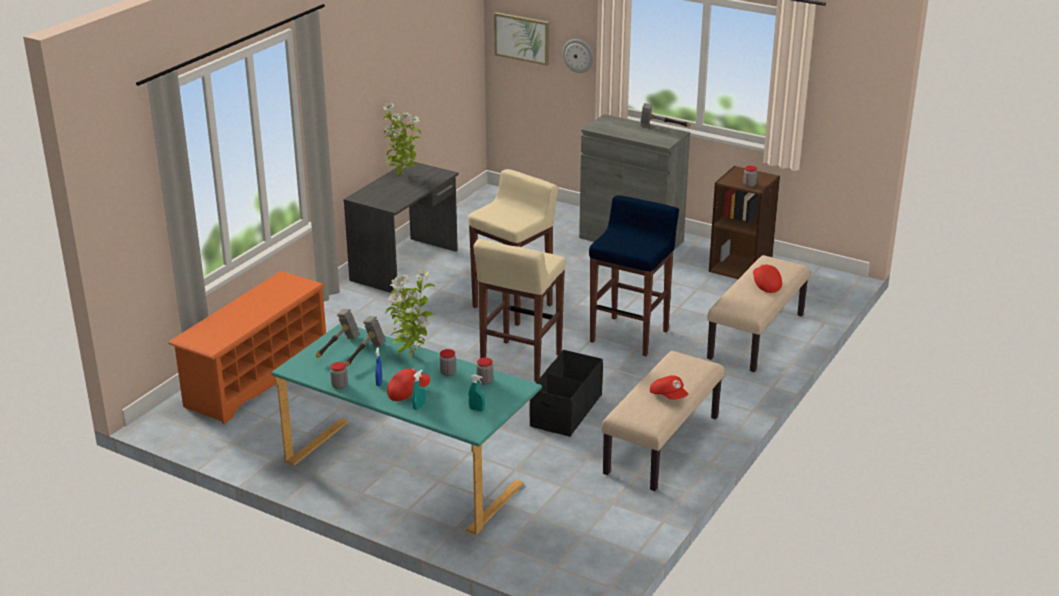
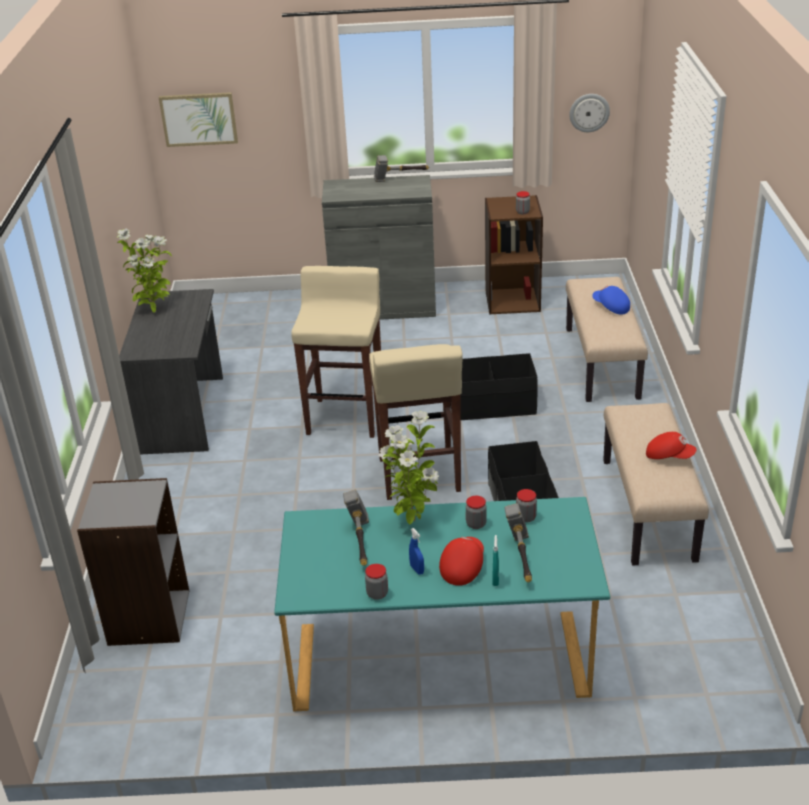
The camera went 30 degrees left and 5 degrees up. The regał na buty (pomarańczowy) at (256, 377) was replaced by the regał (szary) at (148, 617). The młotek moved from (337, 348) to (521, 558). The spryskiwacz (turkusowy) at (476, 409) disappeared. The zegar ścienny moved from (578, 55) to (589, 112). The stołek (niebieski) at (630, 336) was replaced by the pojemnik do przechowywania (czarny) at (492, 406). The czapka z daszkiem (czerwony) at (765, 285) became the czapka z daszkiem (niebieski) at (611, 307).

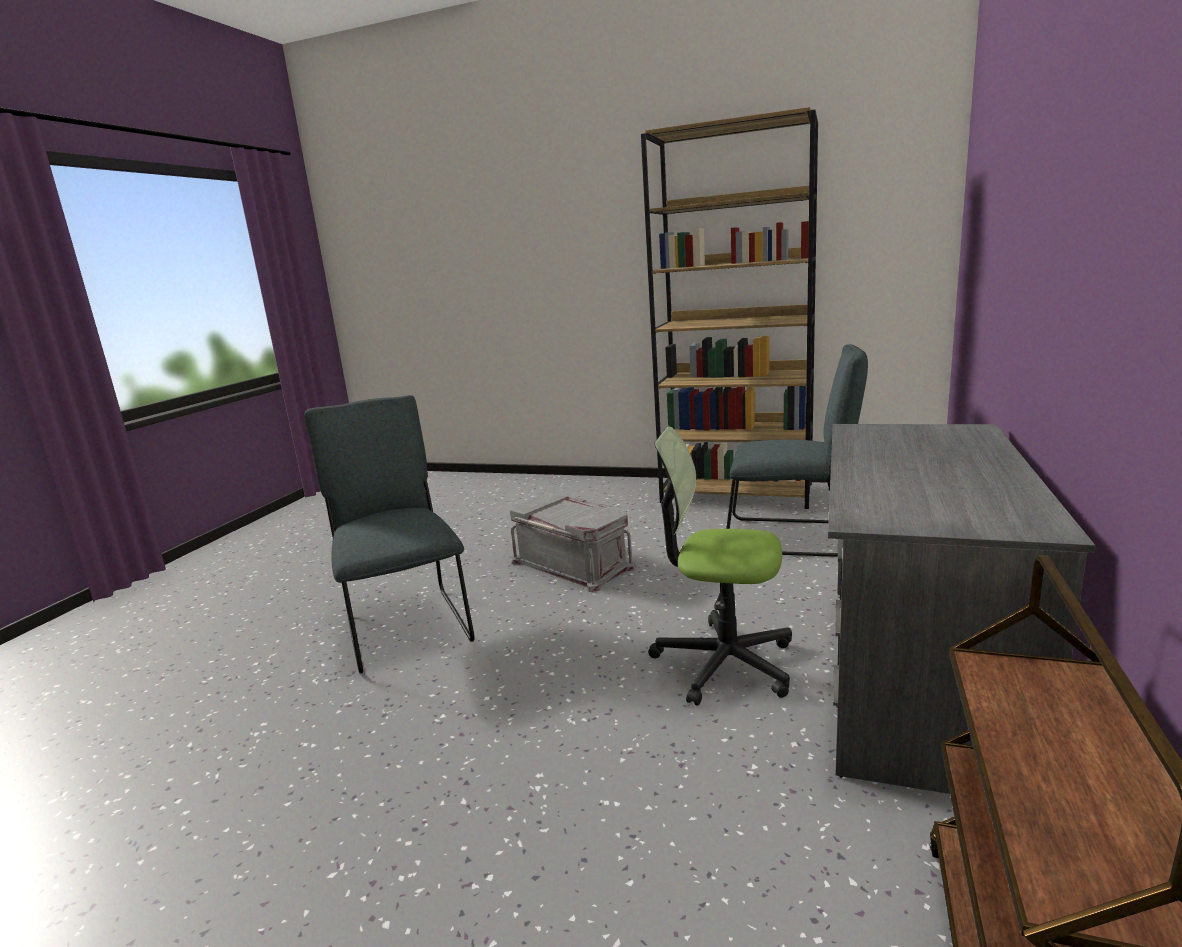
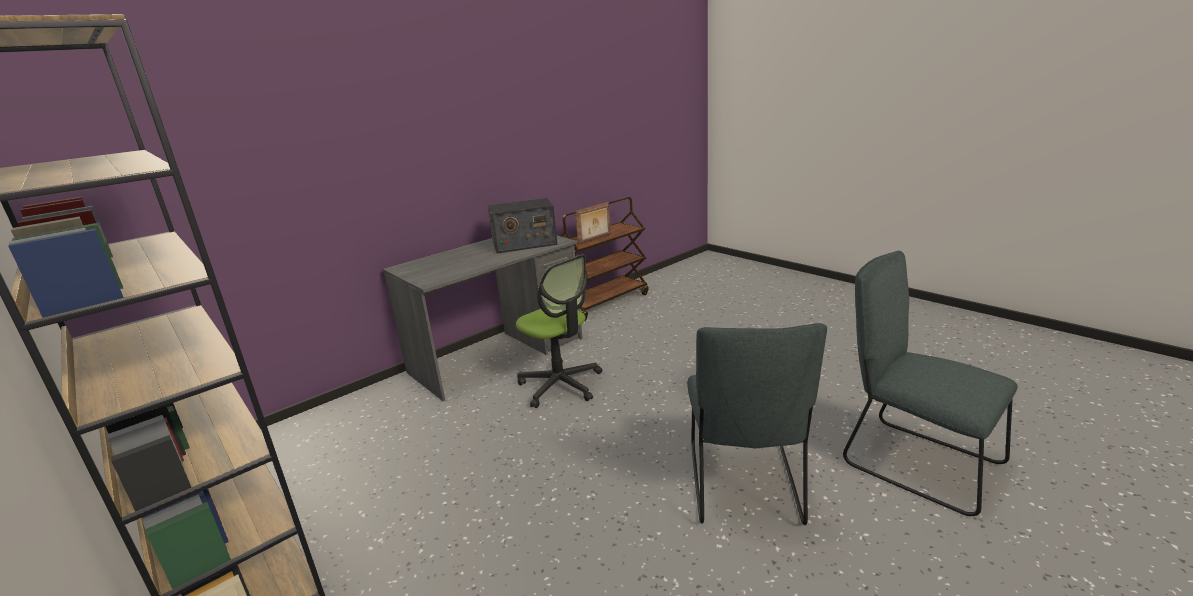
The camera went 150 degrees left and 5 degrees up. The pojemnik do przechowywania (szary) at (573, 564) disappeared. The krzesło (szary) moved from (792, 537) to (914, 461). The radio at (524, 243) appeared. The ramka na zdjęcie at (595, 239) appeared.

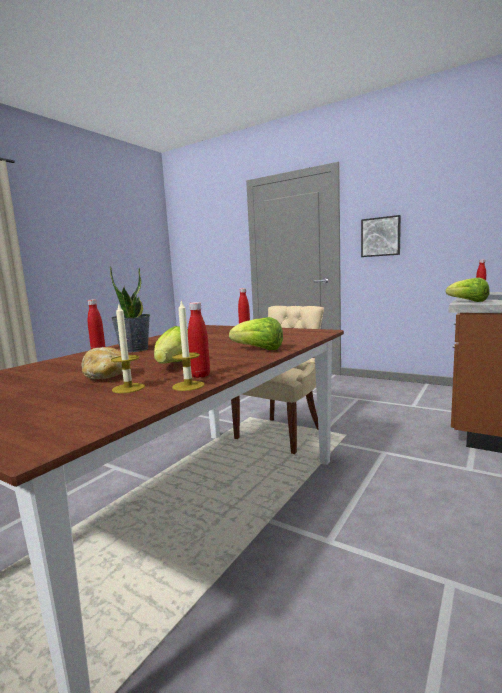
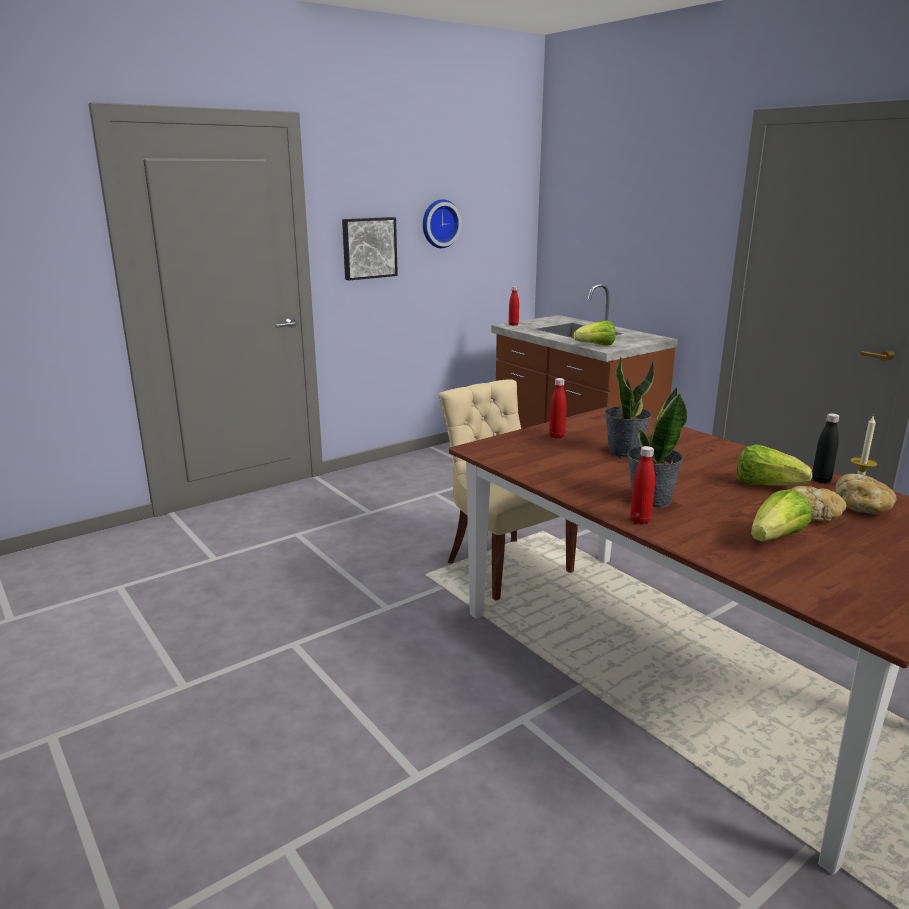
The camera went 70 degrees left and 10 degrees up. The świeca at (128, 388) was replaced by the chleb at (862, 508). The butelka (czerwony) at (200, 375) became the butelka (czarny) at (821, 480). The sałata moved from (258, 349) to (776, 538). The zegar ścienny at (439, 223) appeared. The roślina doniczkowa at (624, 452) appeared.

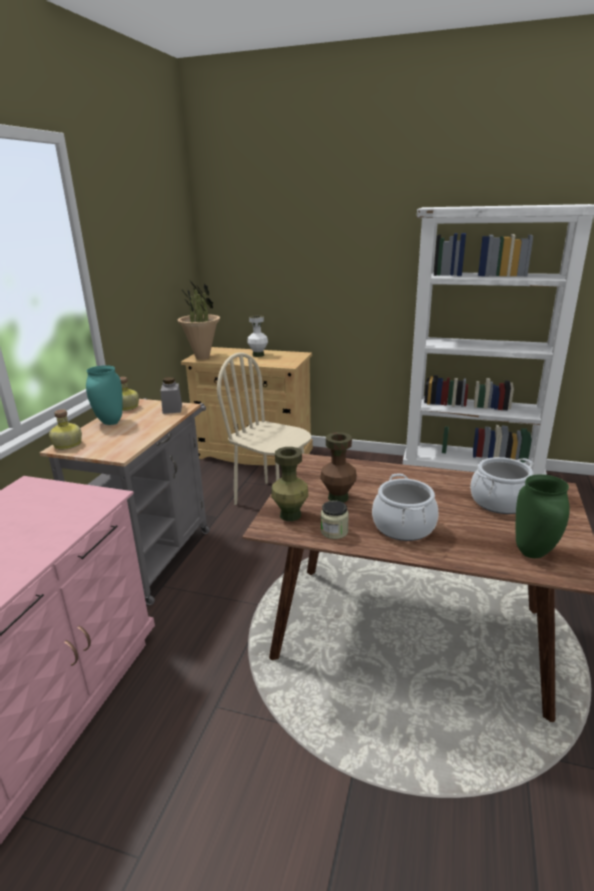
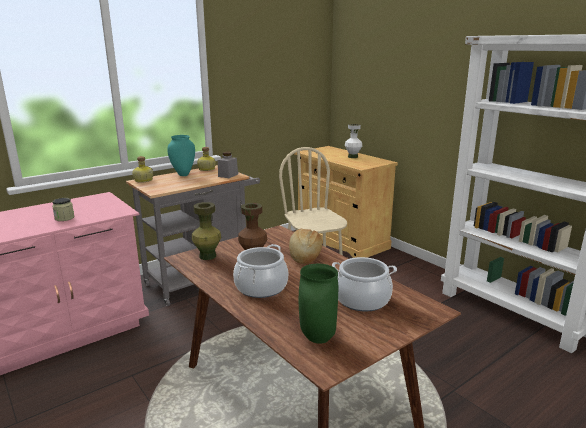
The camera went 35 degrees right and 5 degrees down. The roślina doniczkowa at (202, 357) disappeared. The słoik moved from (334, 531) to (64, 218). The chleb at (304, 255) appeared.

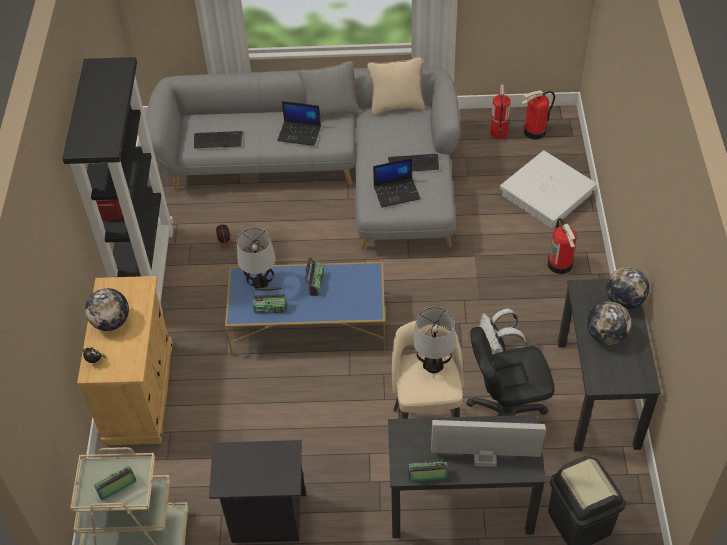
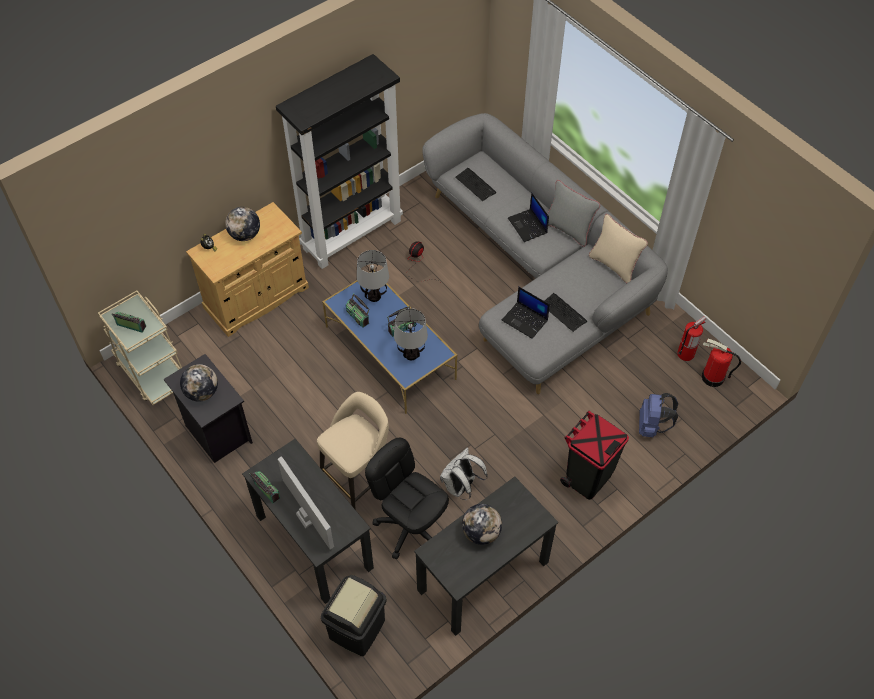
The camera went 50 degrees right and 5 degrees up. The lampa stołowa moved from (433, 365) to (411, 354). The pojemnik do przechowywania (biały) at (547, 195) was replaced by the plecak (niebieski) at (652, 426). The gaśnica at (560, 264) was replaced by the kosz na śmieci (czarny) at (587, 477). The globus moved from (624, 301) to (202, 392).

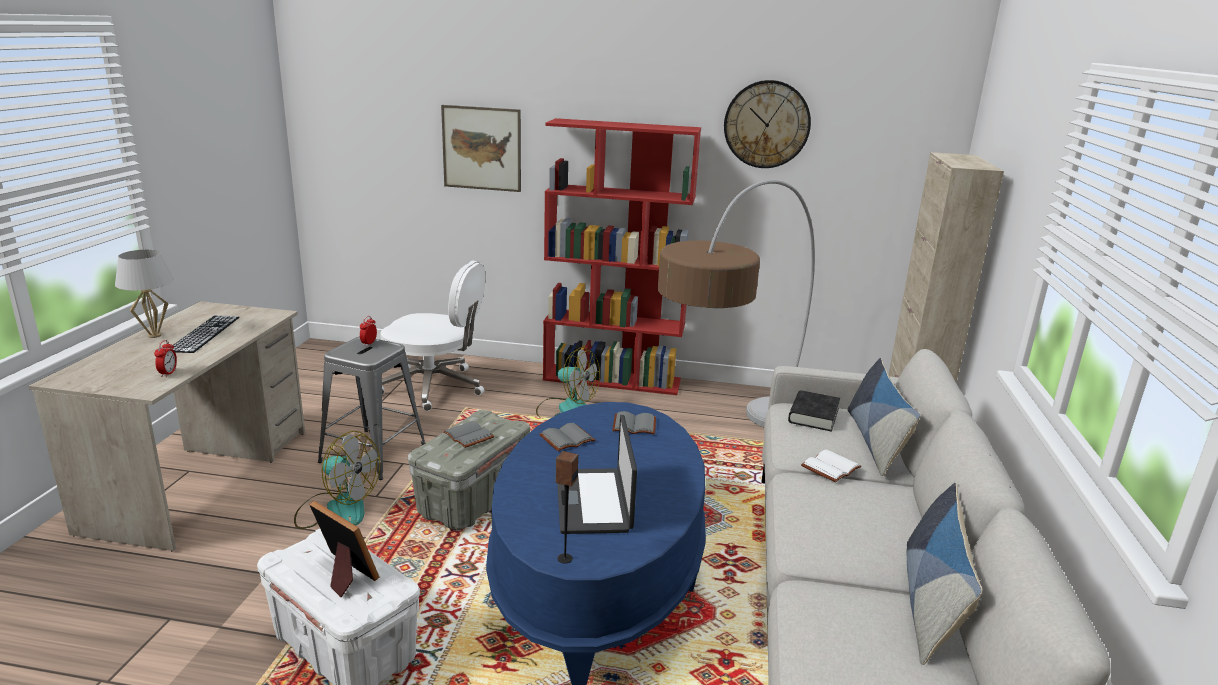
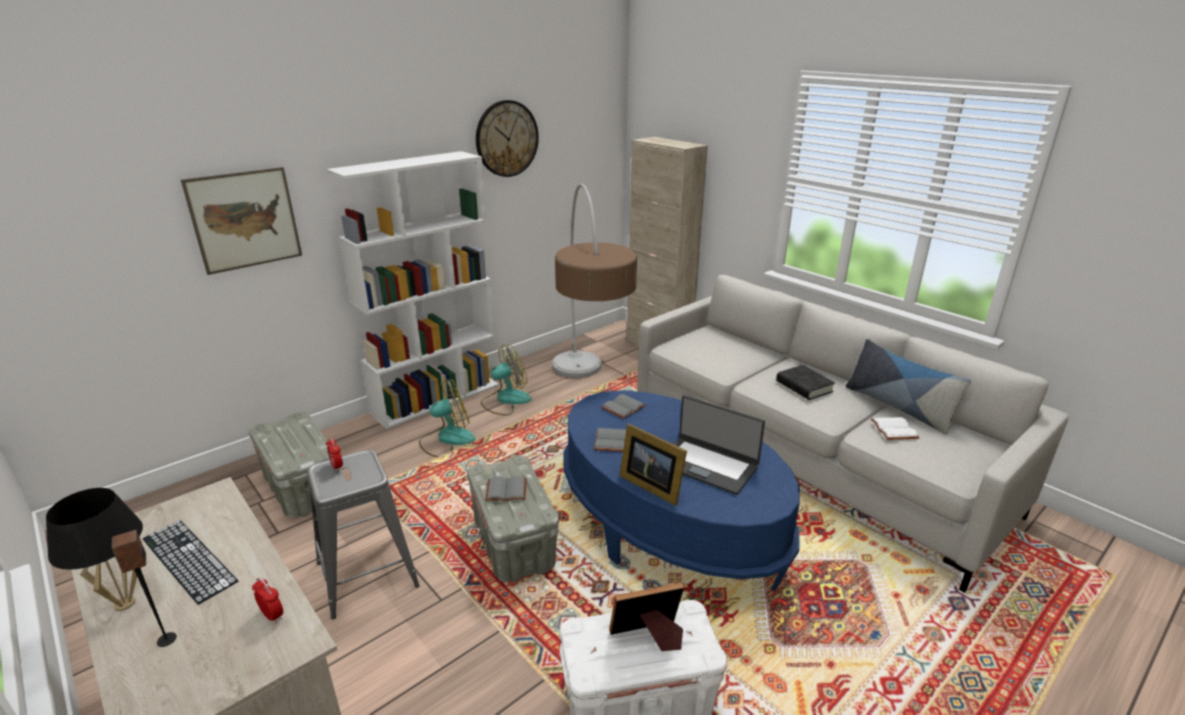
The camera went 50 degrees left and 5 degrees up. The lampa stołowa (biały) at (154, 335) became the lampa stołowa (czarny) at (125, 604). The wentylator moved from (336, 509) to (505, 400). The krzesło biurowe (biały) at (434, 387) was replaced by the pojemnik do przechowywania (szary) at (304, 489). The regał (czerwony) at (613, 379) became the regał (biały) at (437, 399). The głośnik moved from (564, 558) to (166, 640). The książka (czarny) moved from (813, 415) to (804, 386). The książka (biały) moved from (830, 466) to (892, 429). The poduszka at (875, 441) disappeared. The ramka na zdjęcie at (651, 484) appeared.

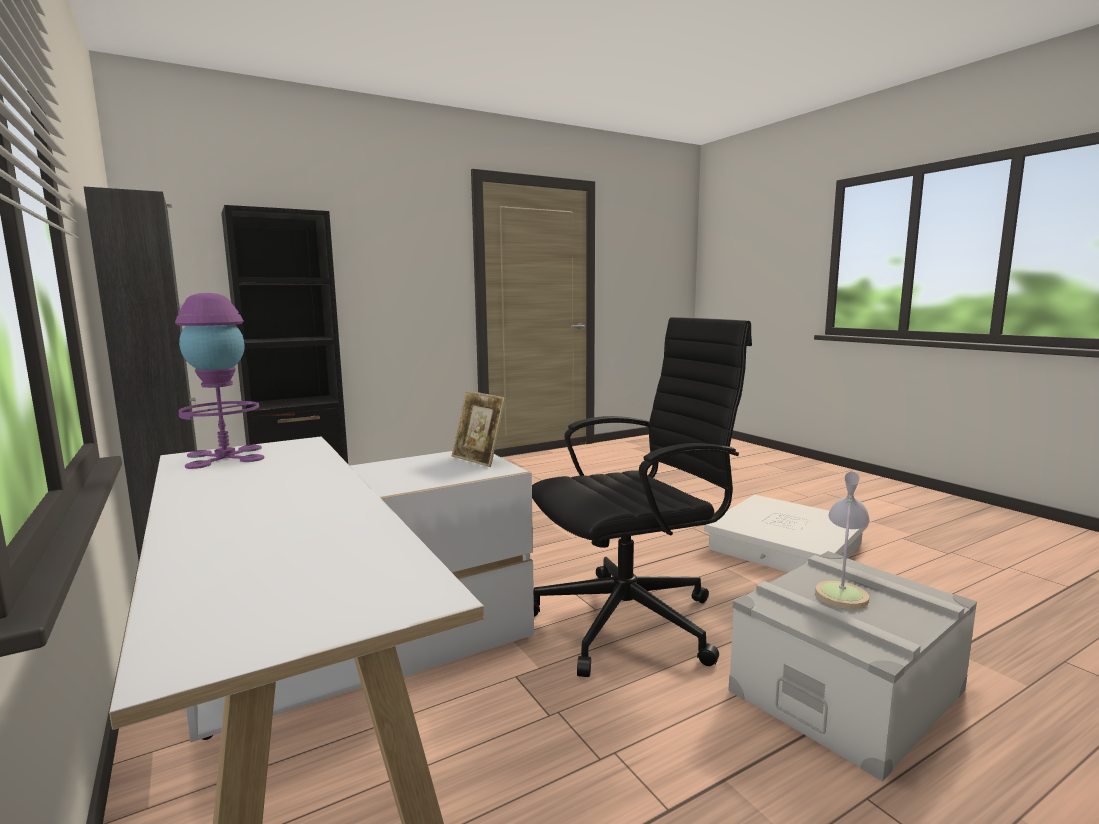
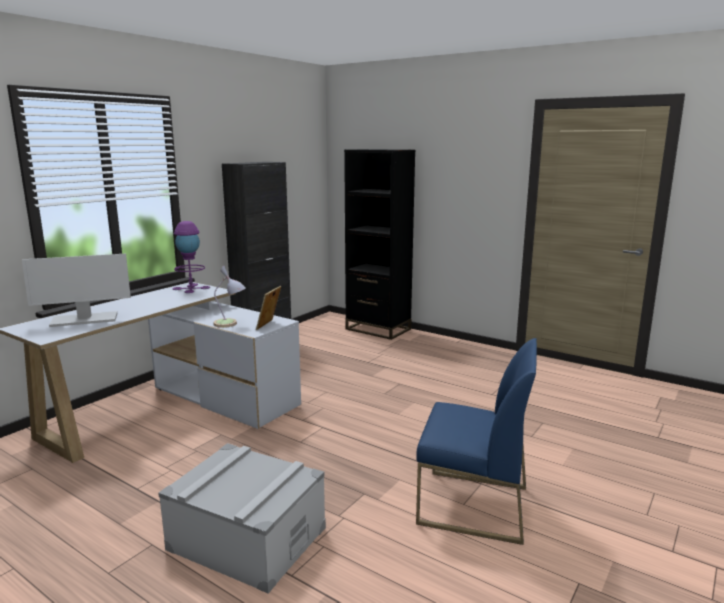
The camera went 65 degrees right and 5 degrees up. The krzesło biurowe (czarny) at (632, 621) disappeared. The pojemnik do przechowywania (biały) at (786, 547) was replaced by the krzesło (niebieski) at (472, 505). The lampa stołowa moved from (842, 592) to (230, 324). The monitor at (83, 320) appeared.

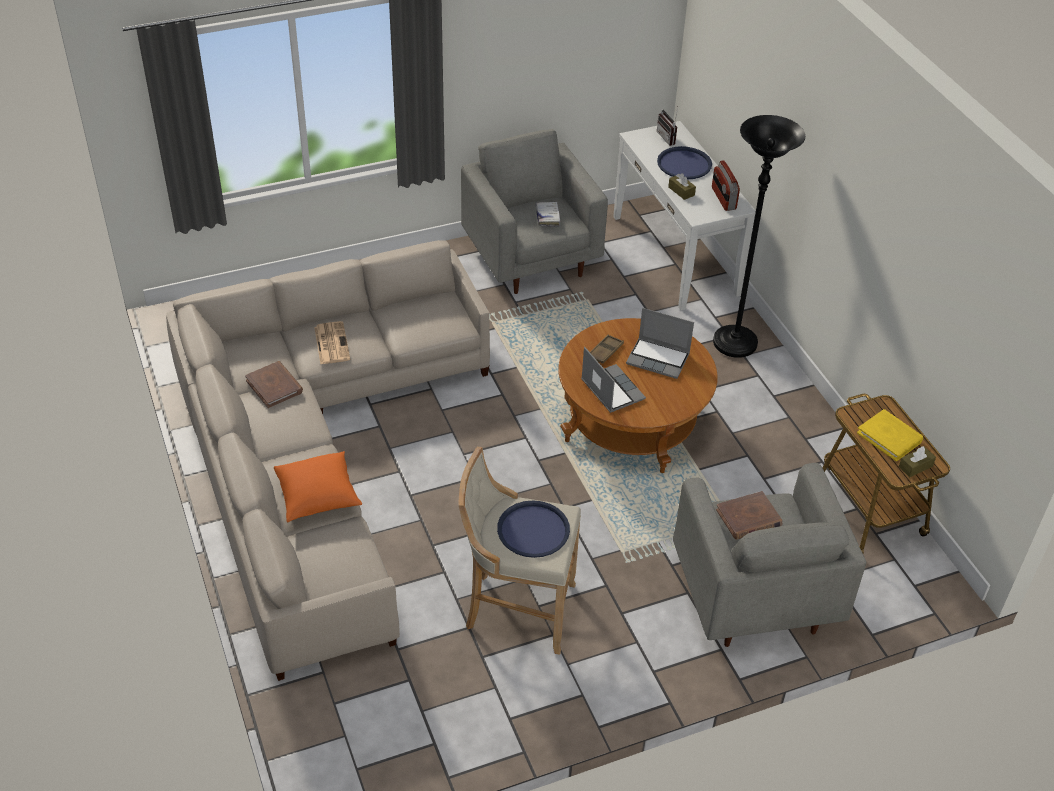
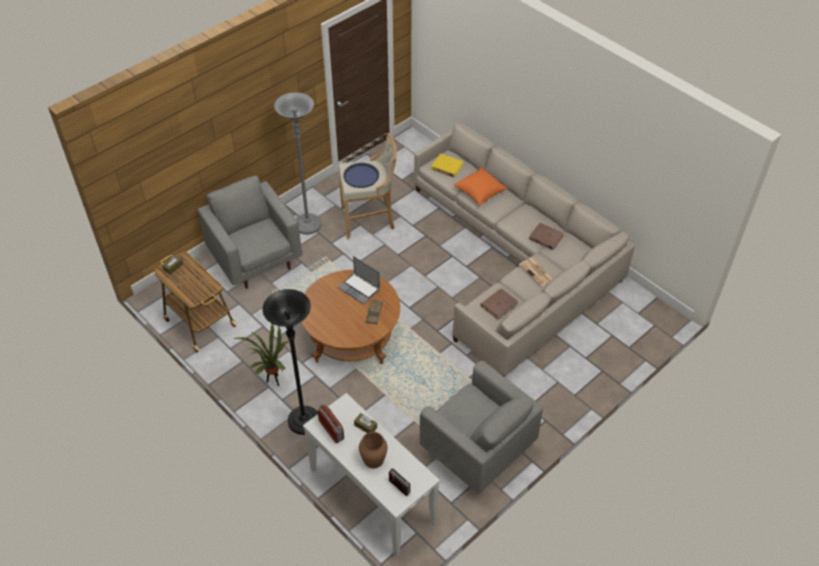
The camera went 160 degrees right and 5 degrees up. The książka (biały) at (547, 217) disappeared. The laptop at (659, 359) disappeared. The taca (niebieski) at (684, 164) was replaced by the wazon (brązowy) at (373, 459). The książka (brązowy) moved from (748, 518) to (499, 305). The książka (żółty) moved from (889, 437) to (447, 167). The roślina doniczkowa at (273, 380) appeared. The lampa stojąca (szary) at (307, 225) appeared.

